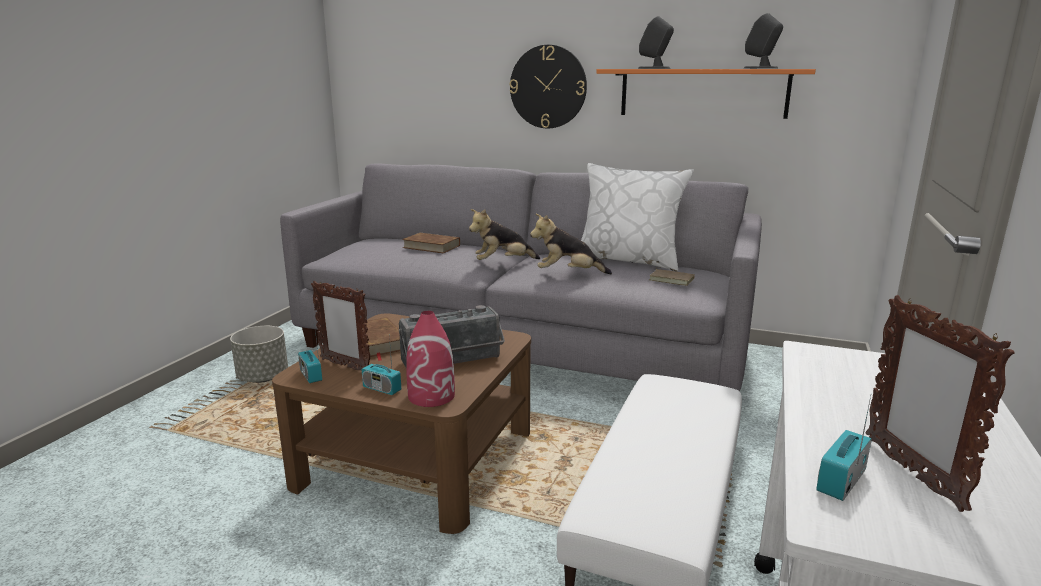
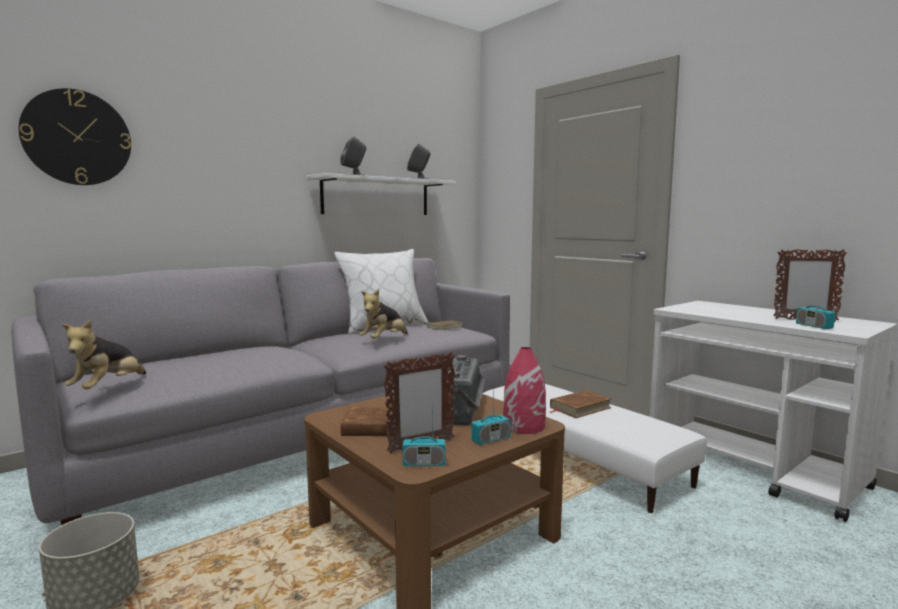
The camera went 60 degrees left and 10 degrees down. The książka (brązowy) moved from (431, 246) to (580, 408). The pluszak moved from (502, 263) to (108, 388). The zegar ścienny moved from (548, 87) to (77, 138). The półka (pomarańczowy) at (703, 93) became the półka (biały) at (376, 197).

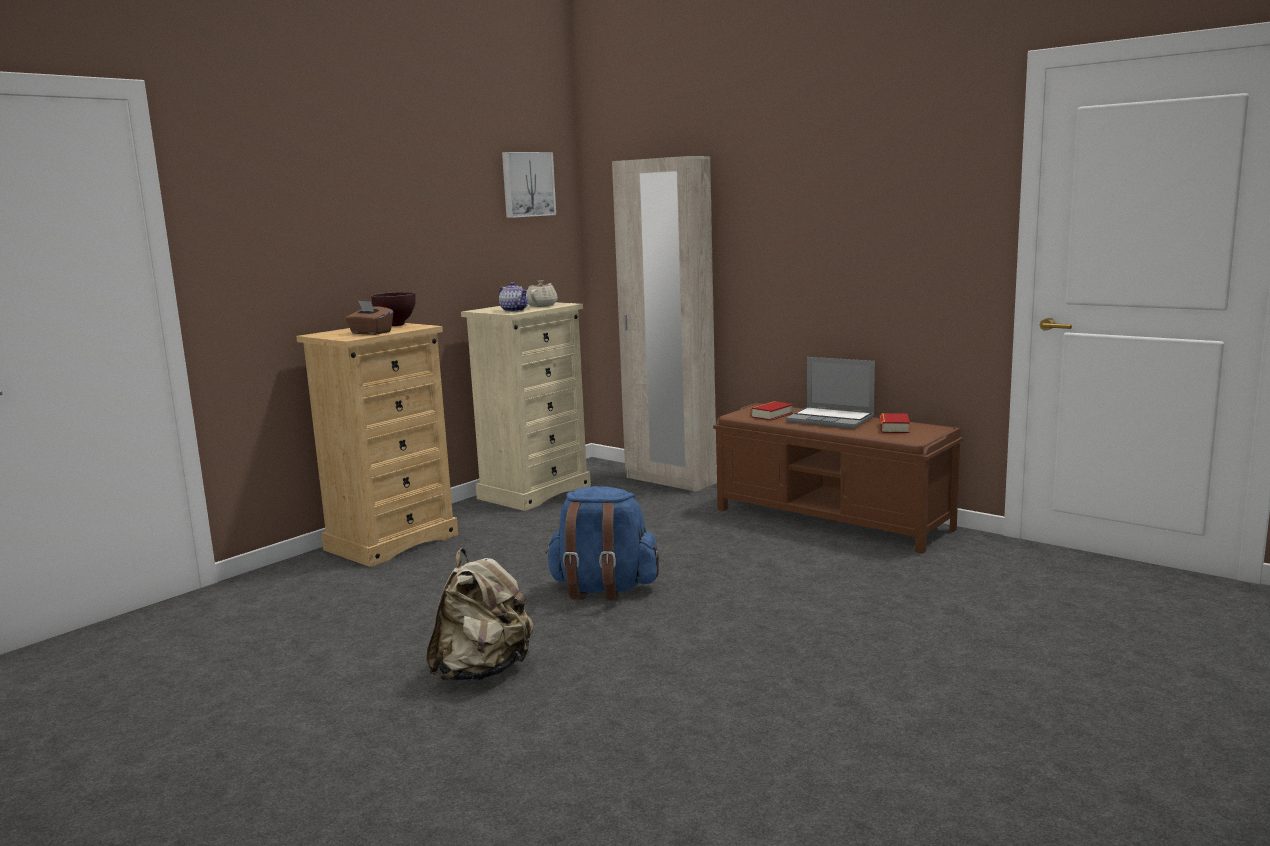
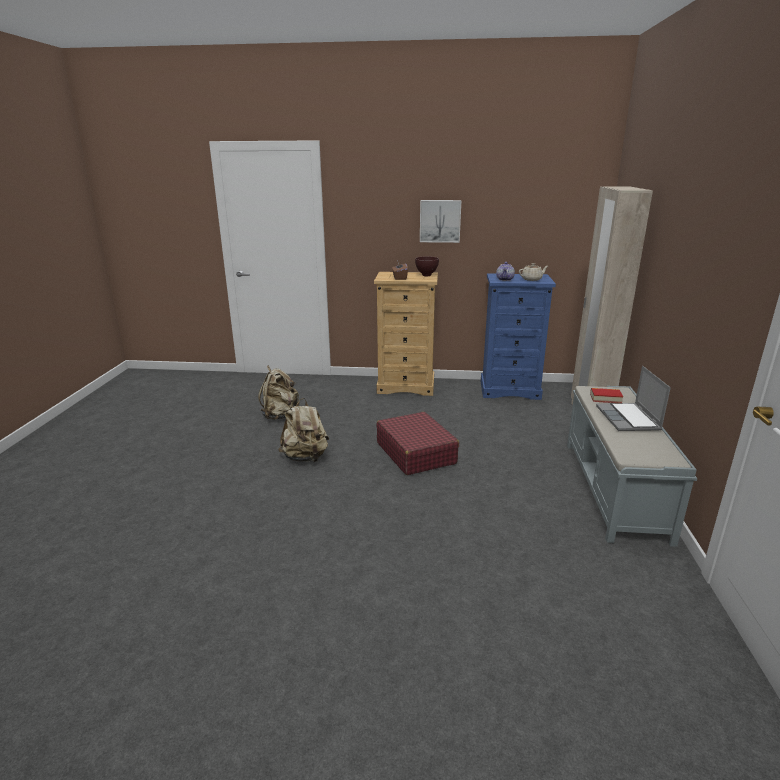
The camera went 55 degrees right and 10 degrees up. The komoda (beżowy) at (534, 492) became the komoda (niebieski) at (510, 390). The obraz moved from (527, 184) to (440, 221). The plecak (niebieski) at (603, 589) was replaced by the walizka (czerwony) at (416, 453). The ławka (brązowy) at (833, 519) became the ławka (szary) at (614, 489). The książka at (894, 428) disappeared. The plecak (beżowy) at (280, 415) appeared.

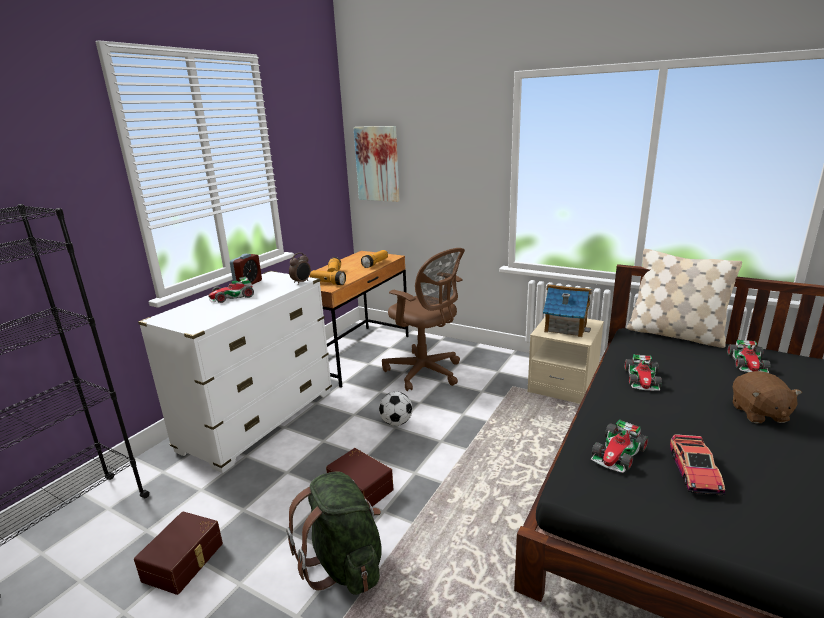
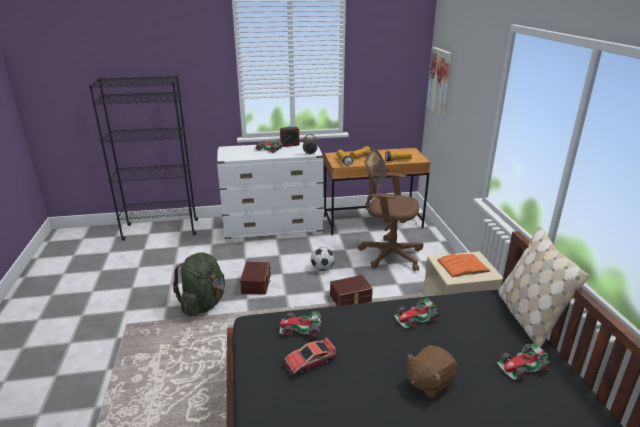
The camera went 50 degrees right and 5 degrees up. The pojemnik do przechowywania (brązowy) moved from (185, 562) to (351, 299). The krzesło biurowe (brązowy) at (425, 372) turned 105 degrees clockwise. The domek at (565, 327) was replaced by the książka (pomarańczowy) at (463, 265).

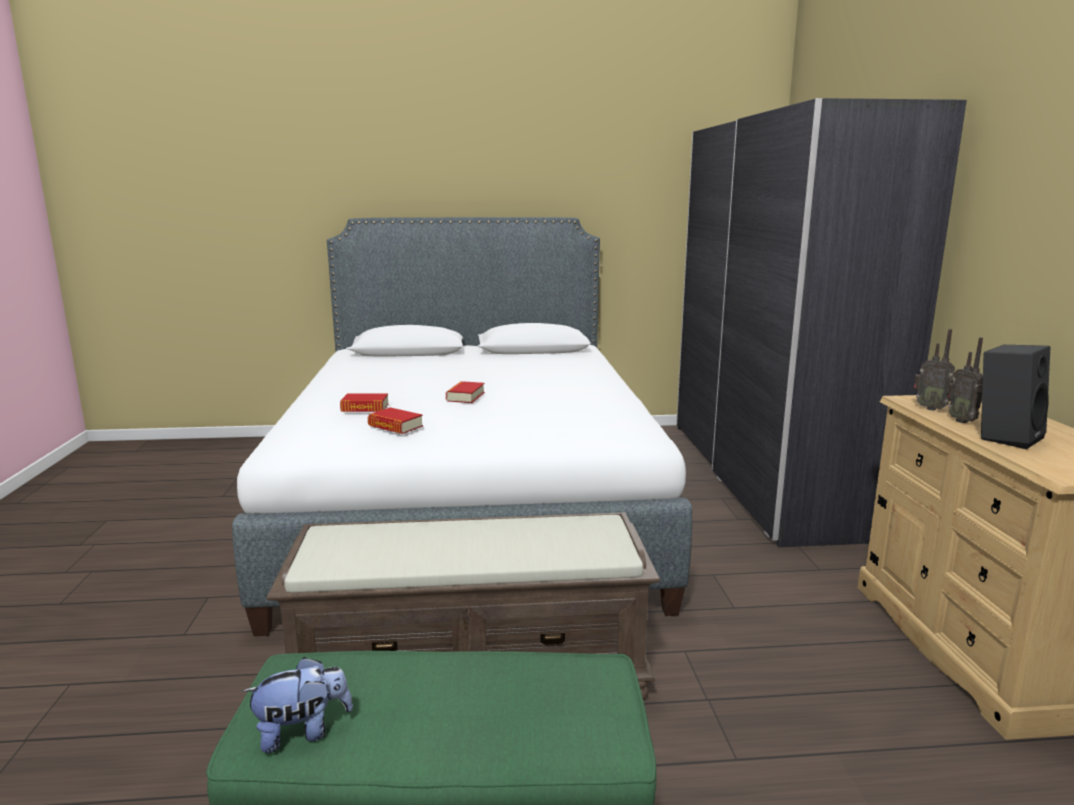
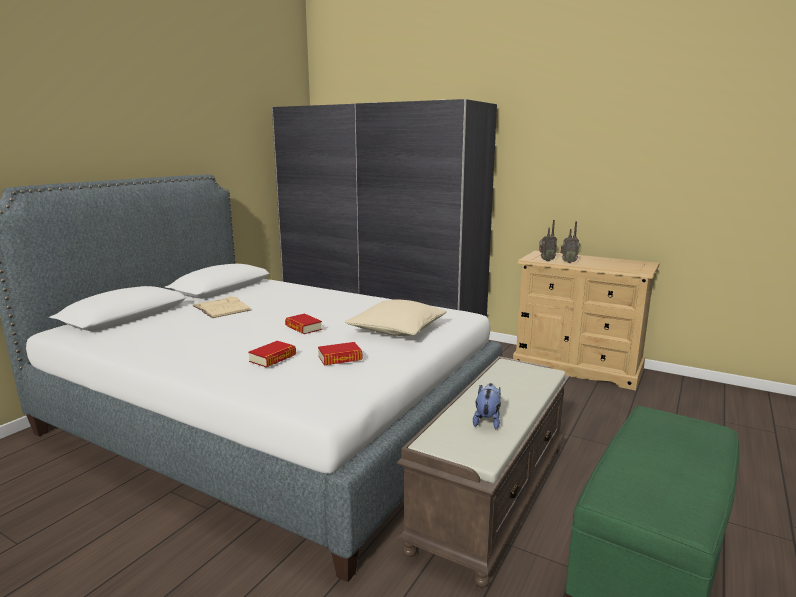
The camera went 55 degrees left and 0 degrees up. The pluszak moved from (302, 732) to (487, 421). The głośnik (czarny) at (1005, 437) disappeared. The książka (beżowy) at (221, 308) appeared. The poduszka (beżowy) at (397, 330) appeared.

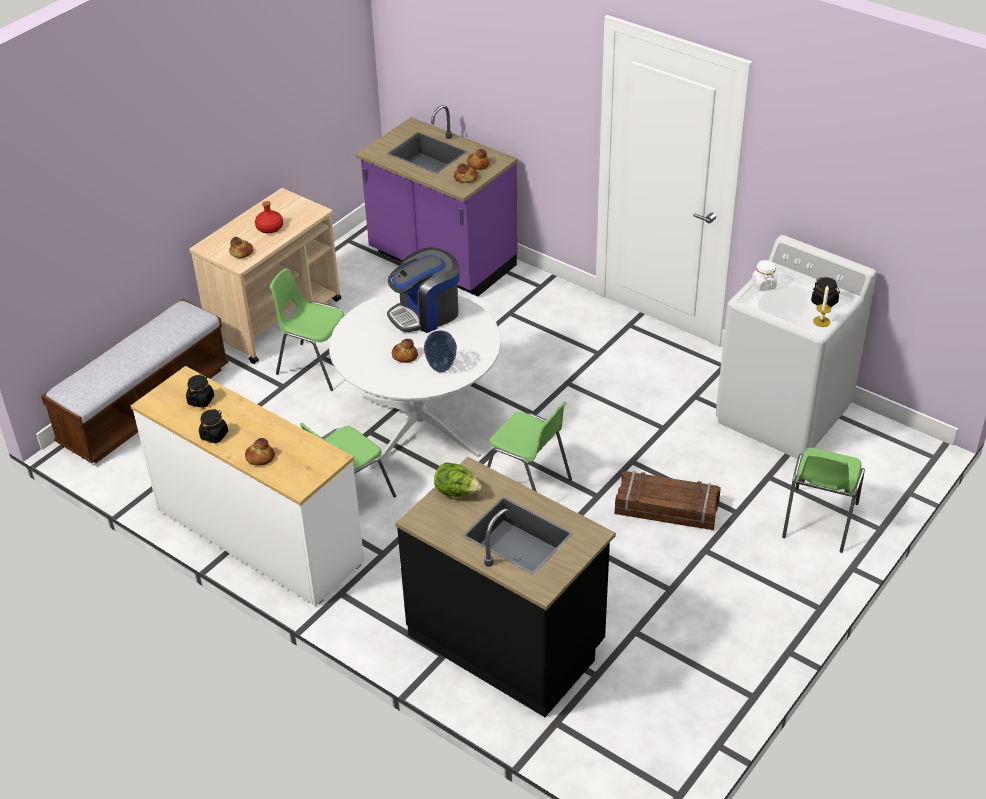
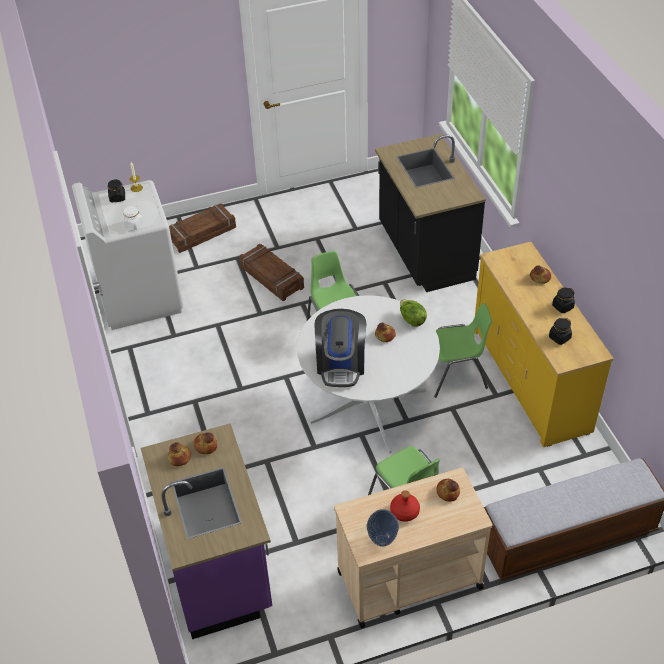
The camera went 145 degrees left and 5 degrees up. The komoda (biały) at (258, 536) became the komoda (żółty) at (531, 379). The ekspres do kawy at (426, 314) turned 90 degrees clockwise. The wazon moved from (441, 368) to (382, 540). The sałata moved from (457, 492) to (411, 320). The krzesło (zielony) at (818, 521) was replaced by the skrzynka at (202, 233).

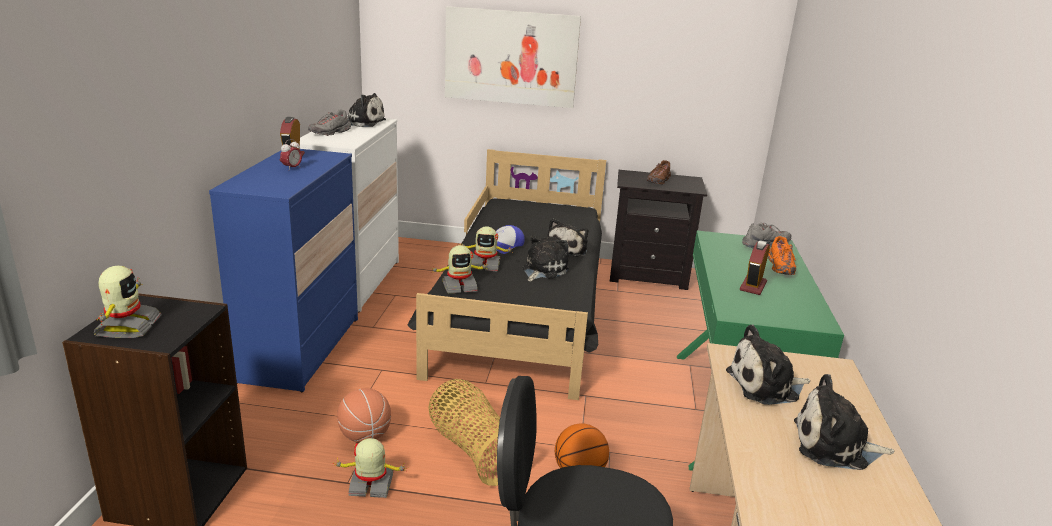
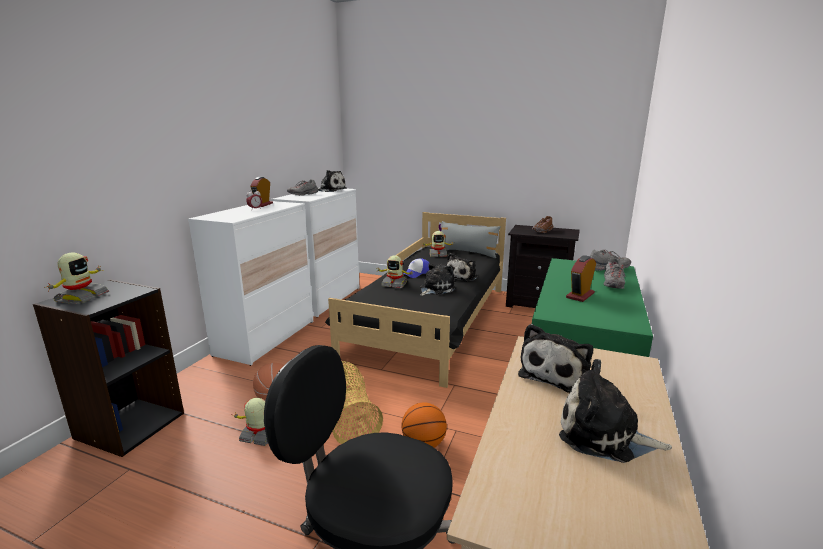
The camera went 15 degrees right and 5 degrees down. The komoda (niebieski) at (301, 349) became the komoda (biały) at (266, 338). The robot zabawkowy moved from (459, 287) to (437, 255). The obraz at (511, 57) disappeared. The pluszak at (766, 386) turned 60 degrees counterclockwise. The but (pomarańczowy) at (780, 268) became the but (szary) at (612, 284). The poduszka (szary) at (467, 253) appeared.

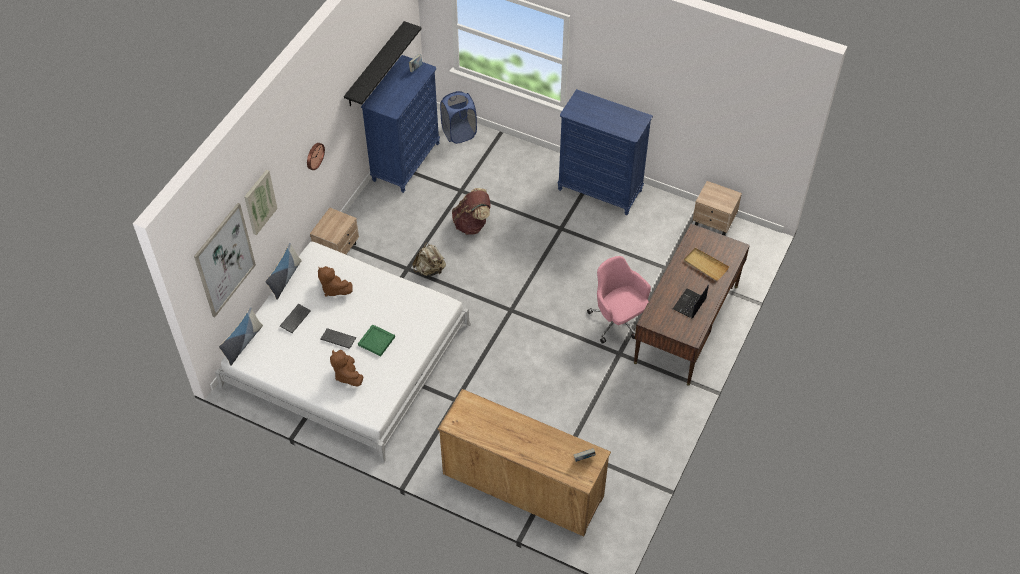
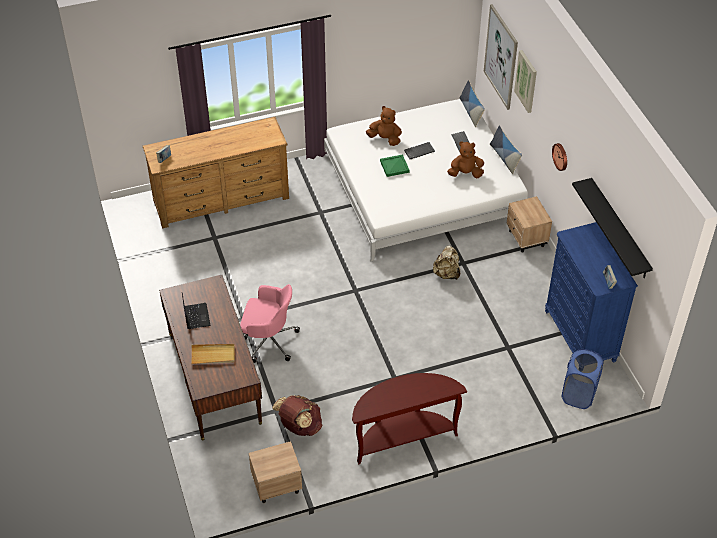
The camera went 135 degrees right and 5 degrees down. The plecak (brązowy) moved from (472, 224) to (299, 427). The komoda (niebieski) at (600, 190) was replaced by the stolik konsolowy (brązowy) at (403, 437).

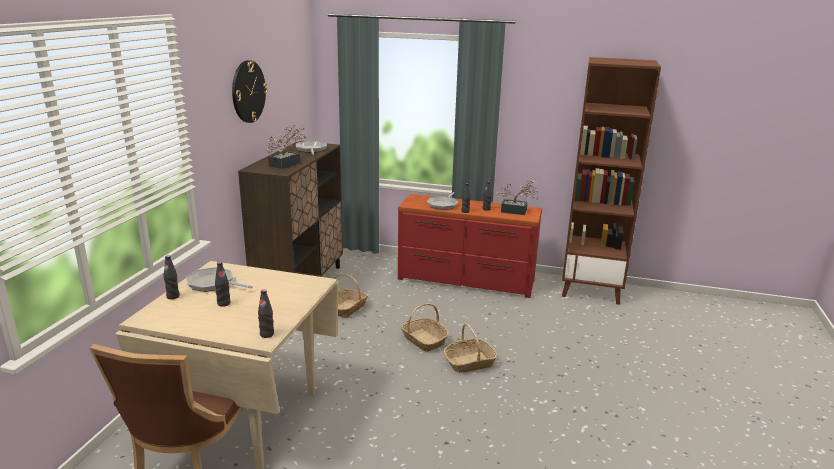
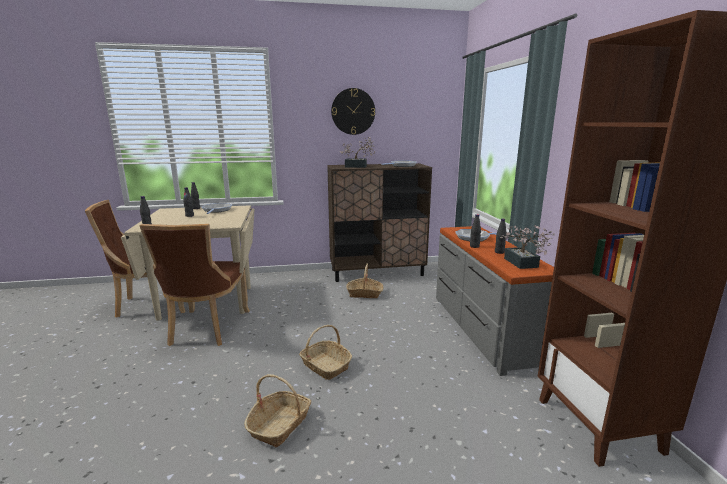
The camera went 65 degrees right and 5 degrees down. The komoda (czerwony) at (465, 280) became the komoda (szary) at (482, 329). The koszyk moved from (424, 340) to (280, 424). The krzesło (brązowy) at (206, 329) appeared.

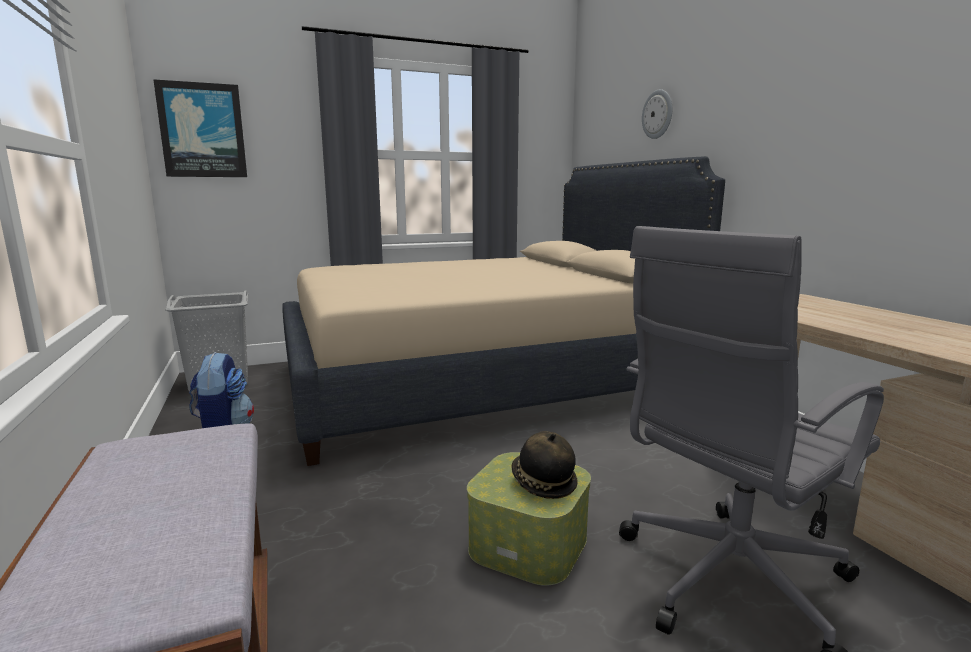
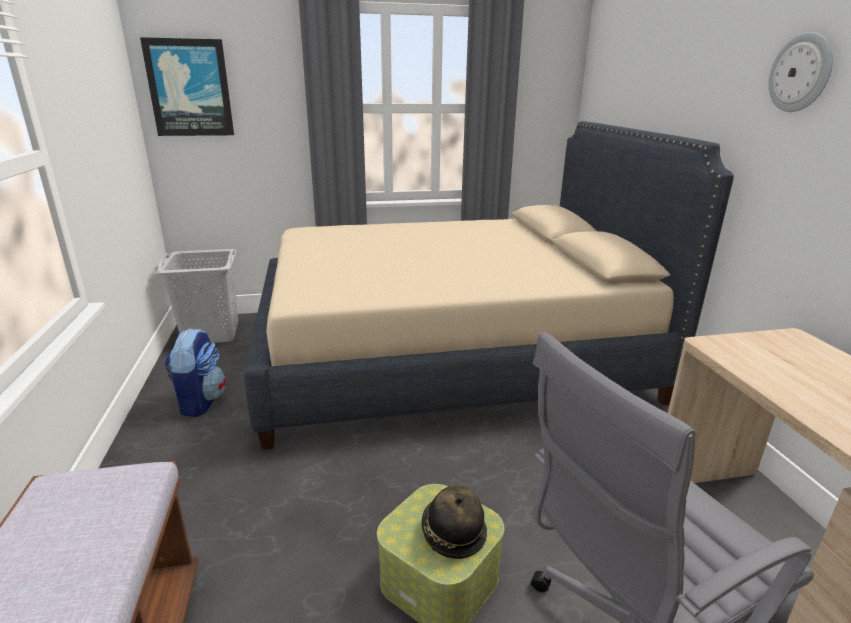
The camera went 10 degrees right and 10 degrees up. The zegar ścienny moved from (658, 114) to (801, 73).

